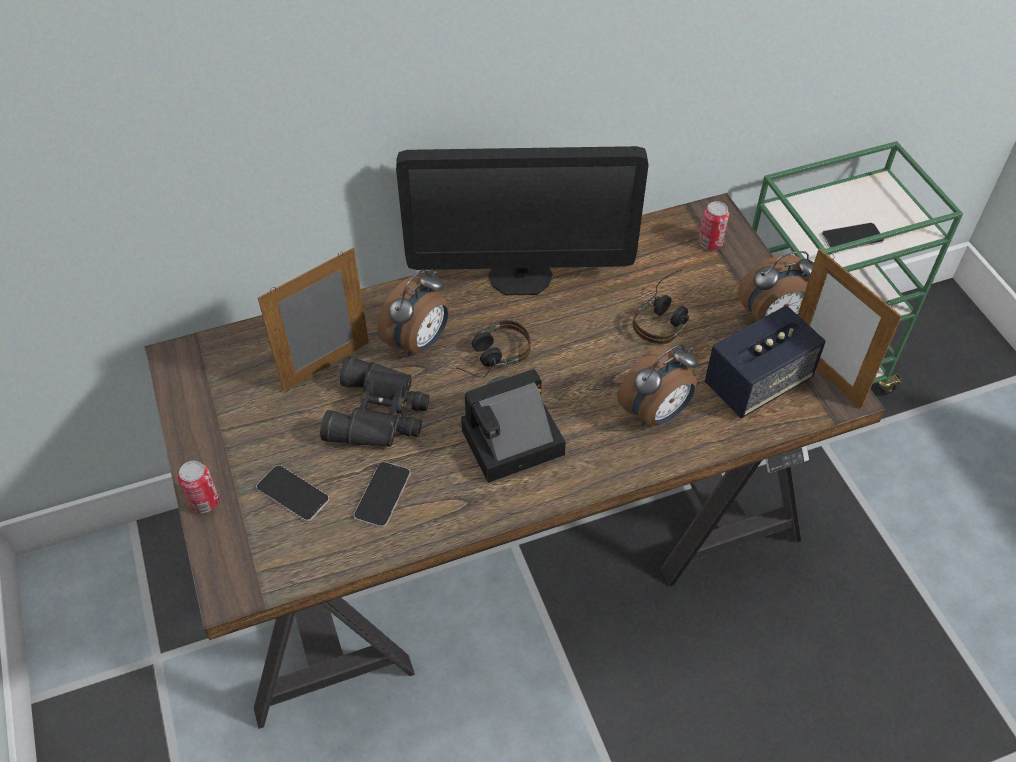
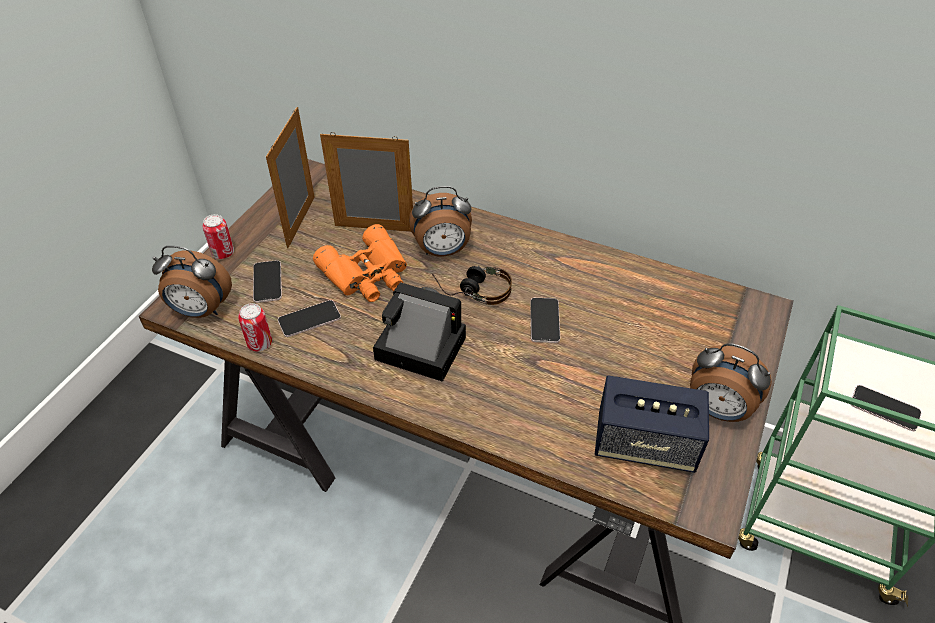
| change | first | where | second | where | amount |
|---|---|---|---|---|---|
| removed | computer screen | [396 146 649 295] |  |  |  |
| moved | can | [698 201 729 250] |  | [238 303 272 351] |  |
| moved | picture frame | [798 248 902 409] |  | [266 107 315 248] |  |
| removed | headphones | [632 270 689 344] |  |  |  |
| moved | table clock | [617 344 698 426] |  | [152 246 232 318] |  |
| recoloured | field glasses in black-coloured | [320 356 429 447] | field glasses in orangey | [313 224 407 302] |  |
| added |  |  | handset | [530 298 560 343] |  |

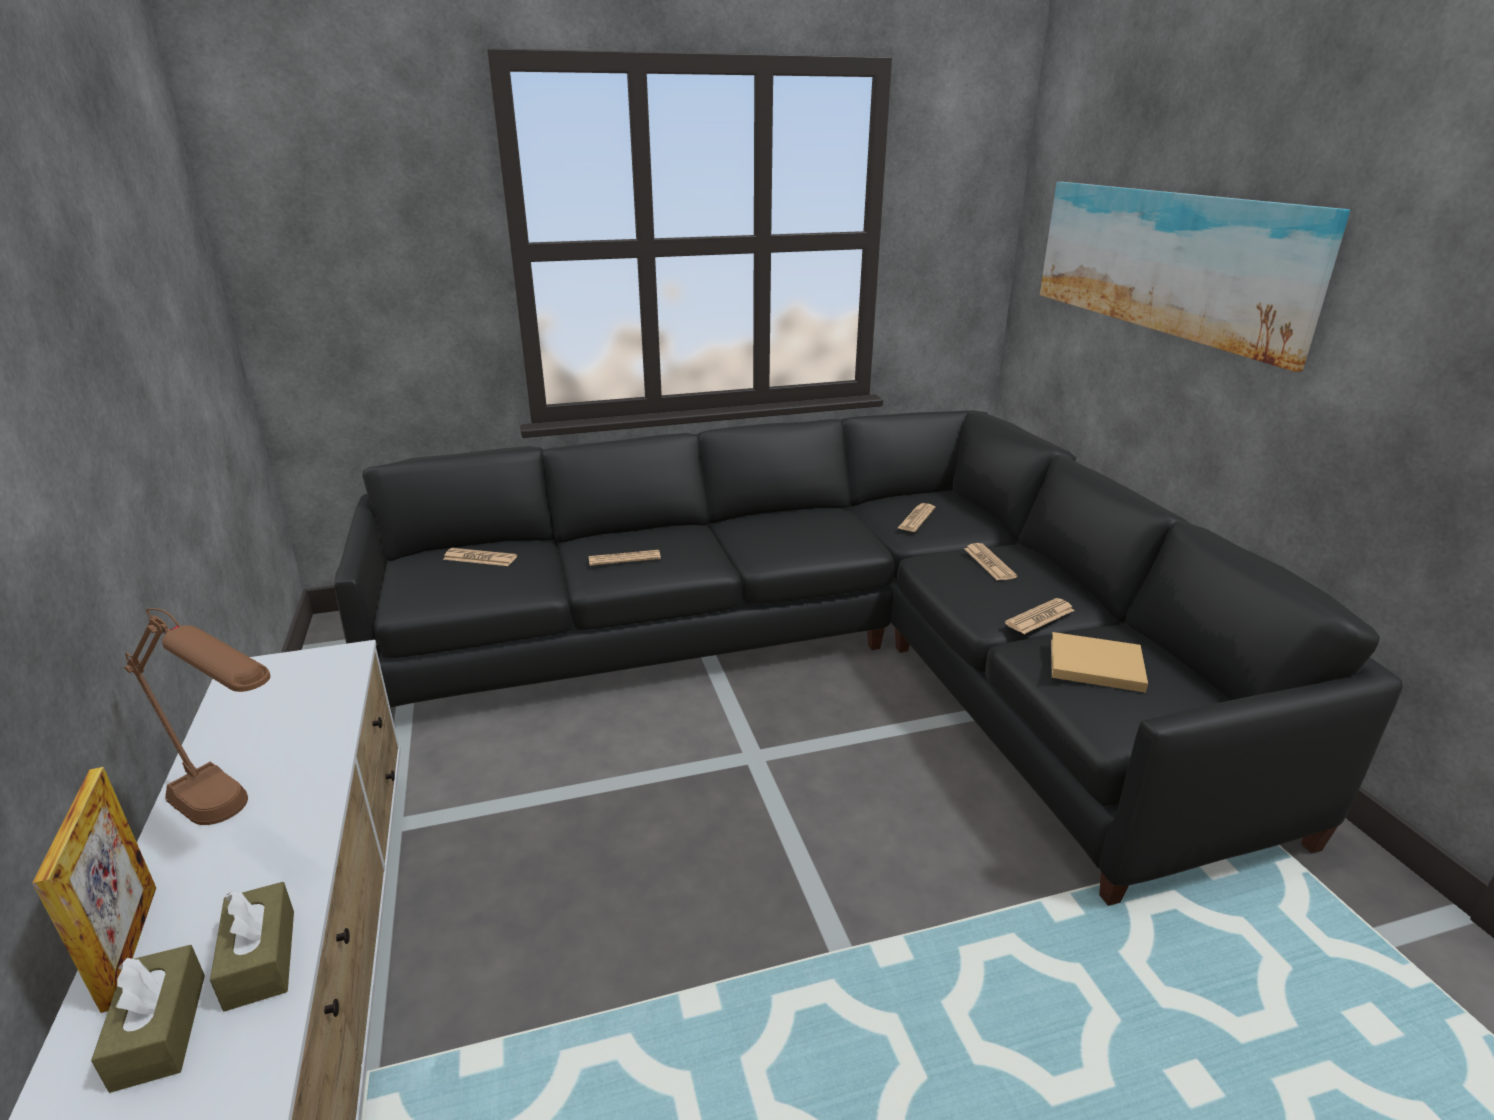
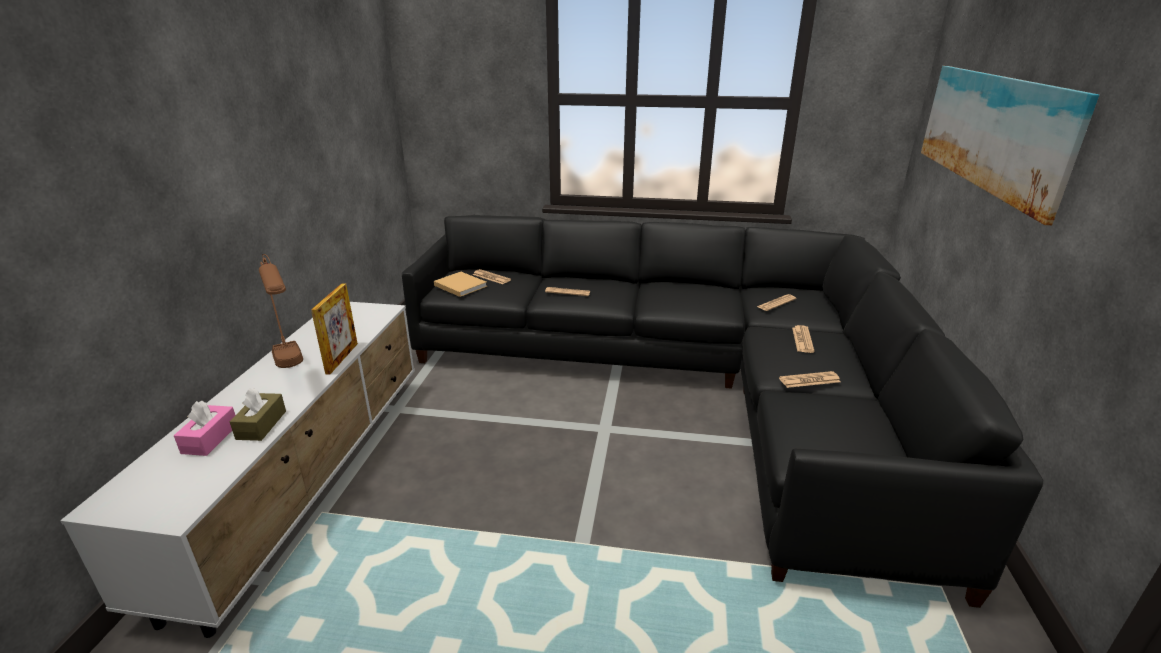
| change | first | where | second | where | amount |
|---|---|---|---|---|---|
| moved | bound book in sand-coloured | [1051 632 1148 693] |  | [434 272 487 297] |  |
| moved | picture frame | [32 767 156 1013] |  | [311 283 358 375] |  |
| recoloured | tissue holder in brown-coloured | [91 945 205 1093] | tissue holder in pink-coloured | [174 401 235 456] |  |

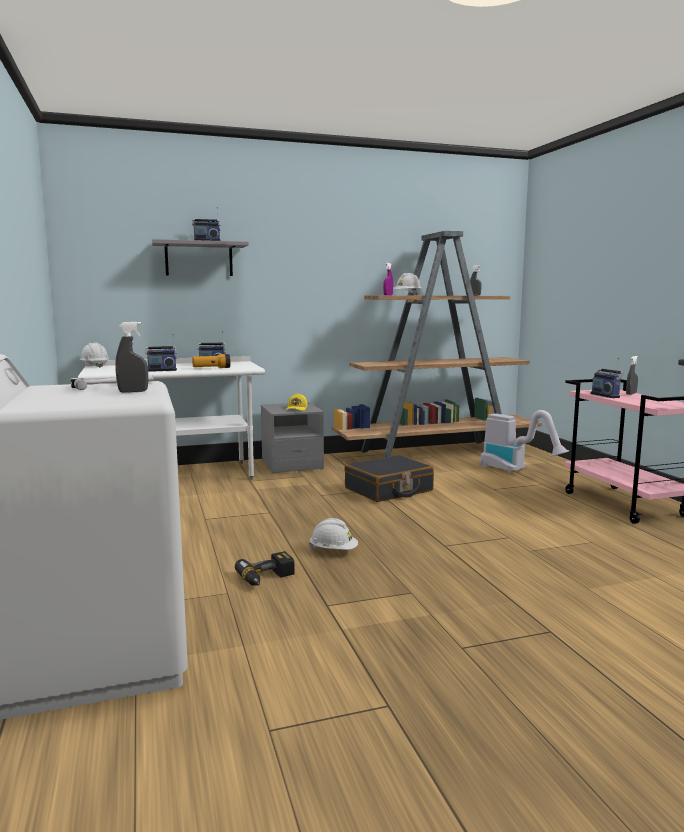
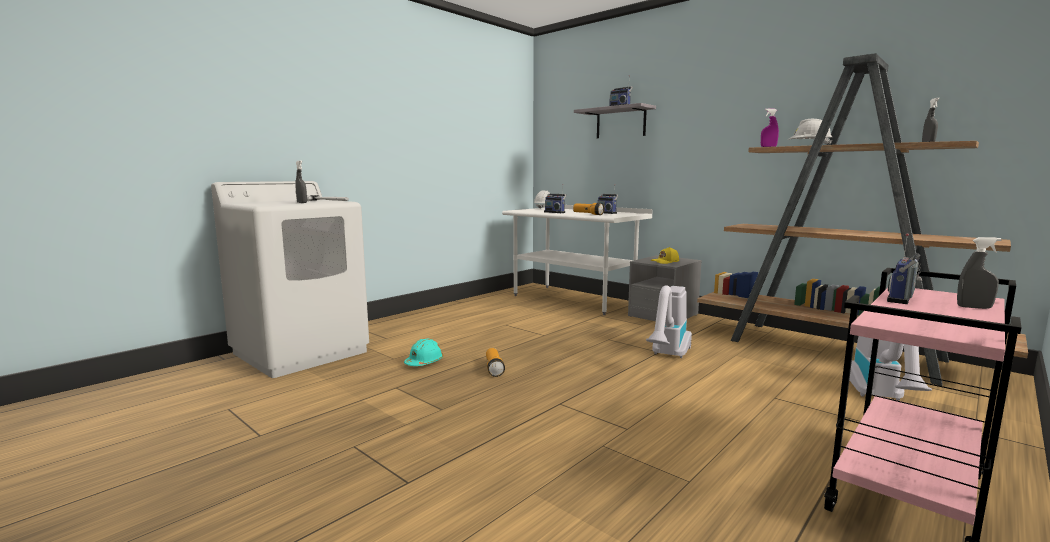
| change | first | where | second | where | amount |
|---|---|---|---|---|---|
| replaced | piece of luggage in black-coloured | [344 455 434 502] | hoover | [646 286 692 358] |  |
| replaced | hard hat in white | [309 518 358 550] | flashlight | [486 348 505 377] |  |
| replaced | power drill | [235 551 294 586] | hard hat in blue-green | [404 339 443 366] |  |

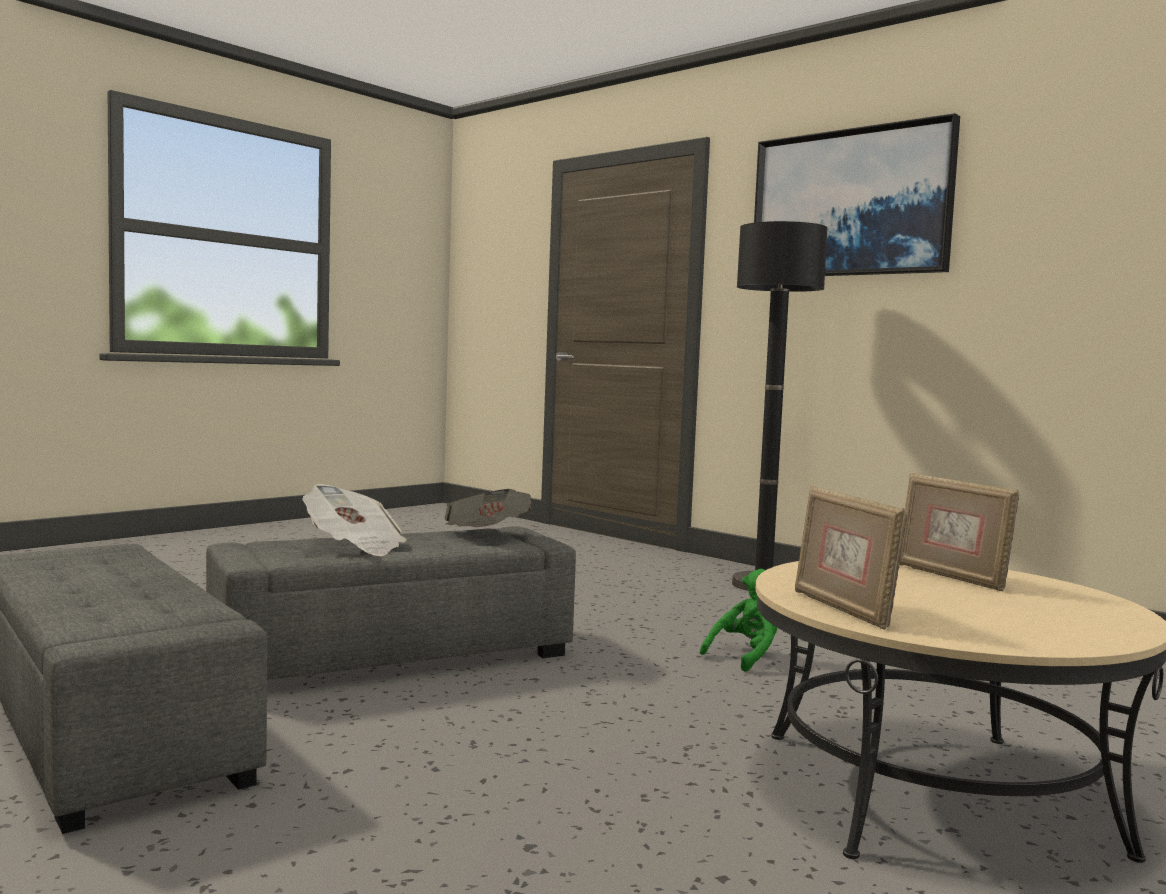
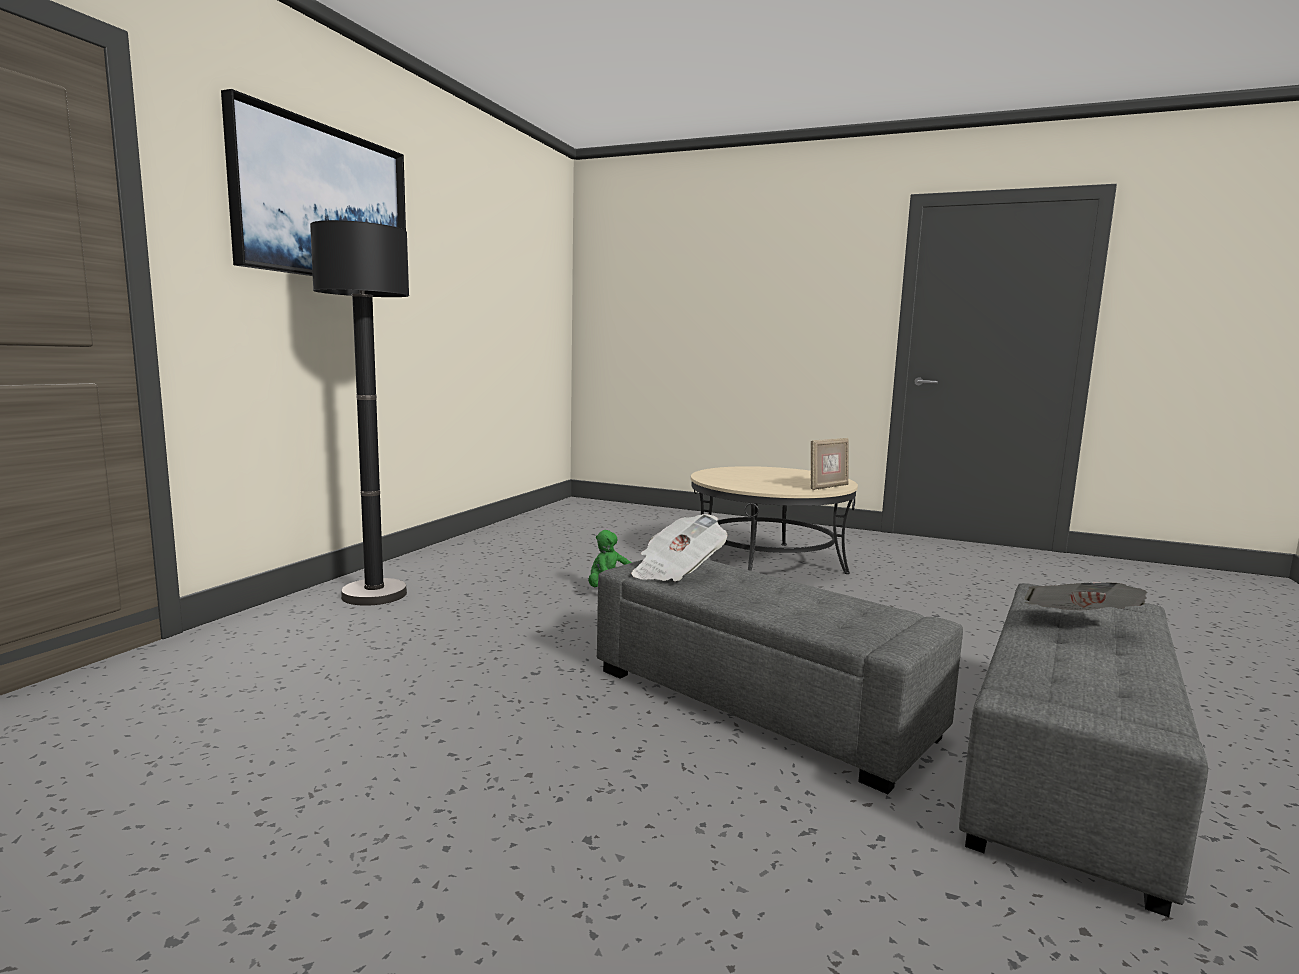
| change | first | where | second | where | amount |
|---|---|---|---|---|---|
| removed | picture frame | [899 473 1019 591] |  |  |  |
| moved | daily paper | [302 484 407 556] |  | [1025 582 1148 610] |  |

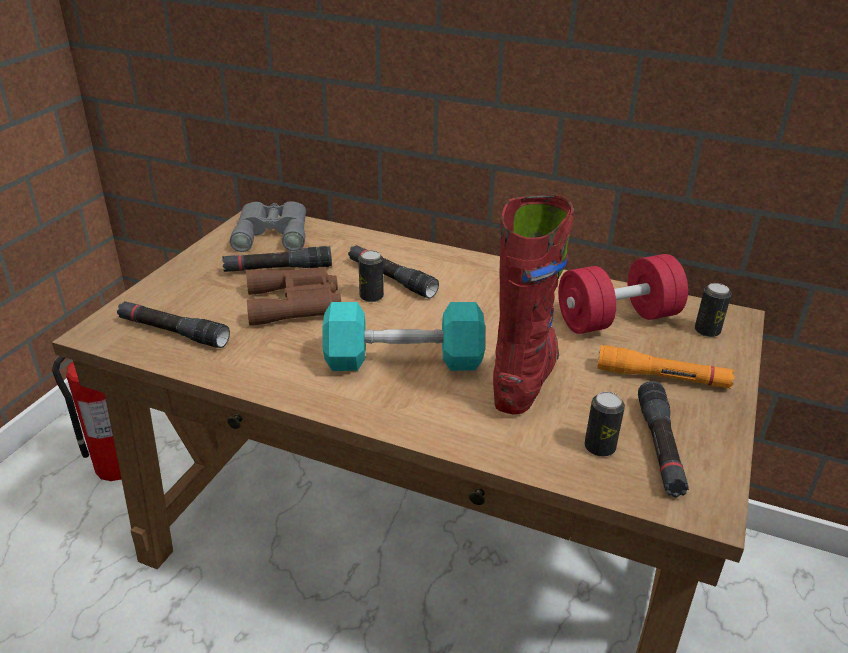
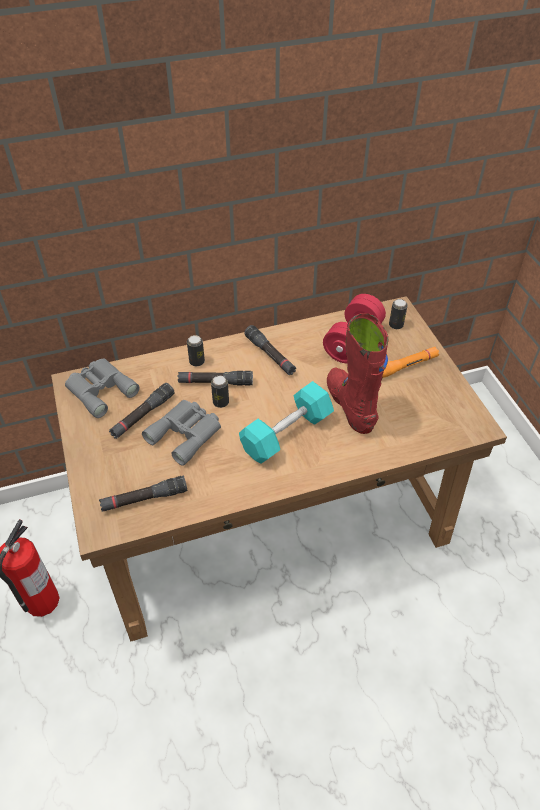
| change | first | where | second | where | amount |
|---|---|---|---|---|---|
| recoloured | field glasses in brown-coloured | [246 267 341 326] | field glasses in grey | [142 400 221 466] |  |
| moved | flashlight in black-coloured | [638 381 689 497] |  | [244 325 296 375] |  |
| moved | can | [585 392 625 457] |  | [187 335 205 366] |  |

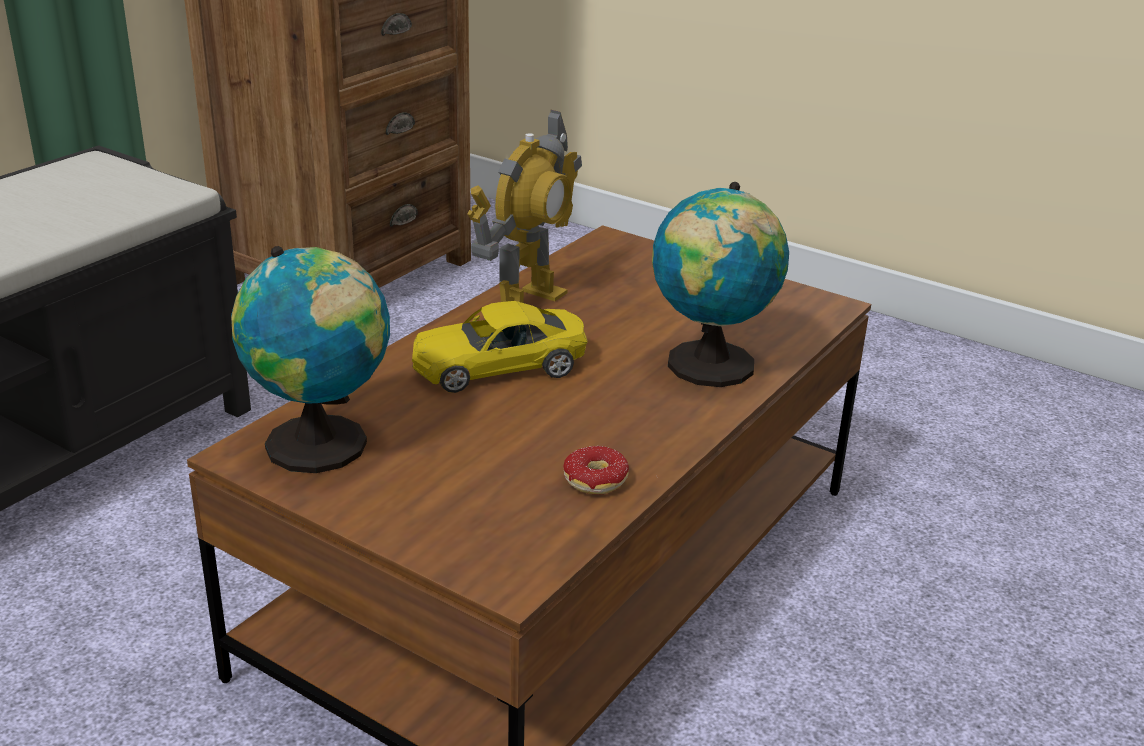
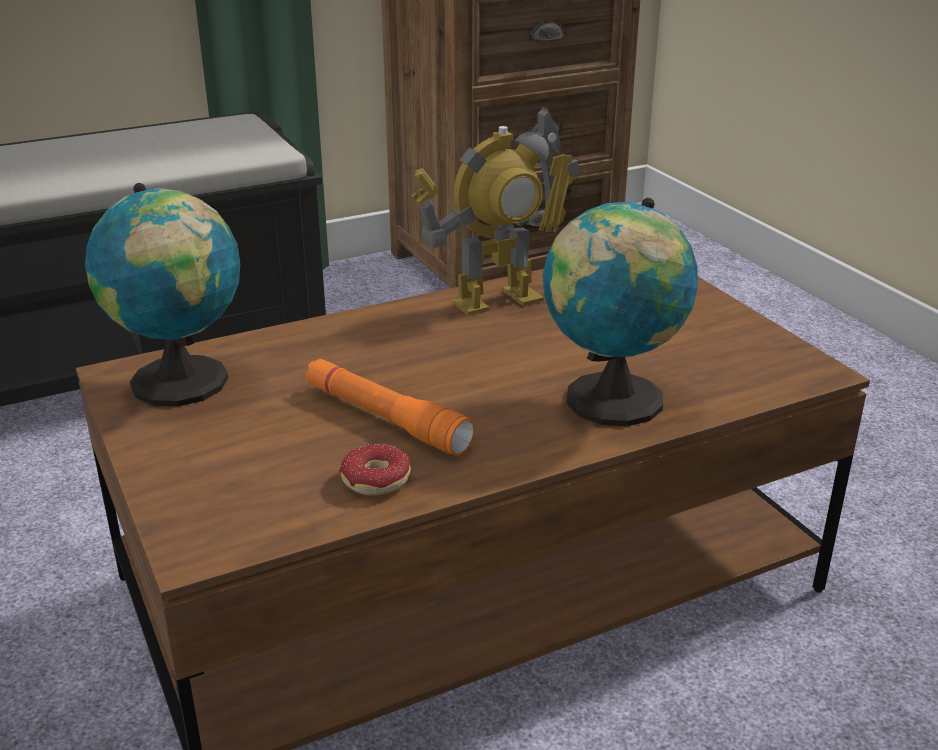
| change | first | where | second | where | amount |
|---|---|---|---|---|---|
| removed | miniature car in yellow | [412 301 588 393] |  |  |  |
| added |  |  | flashlight in orangey | [305 358 475 456] |  |

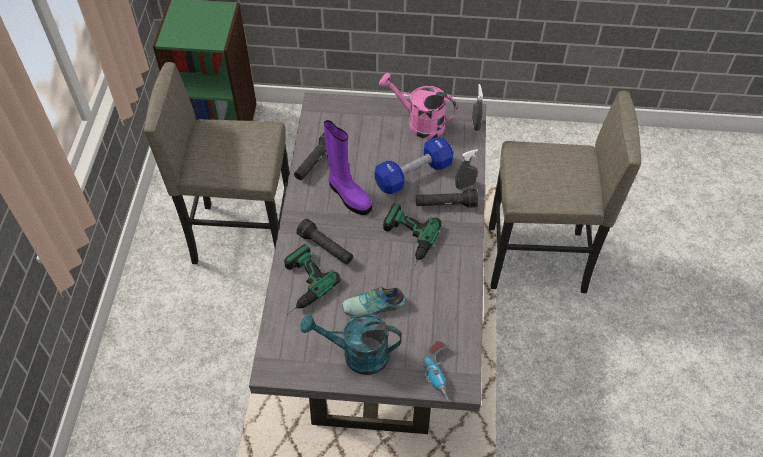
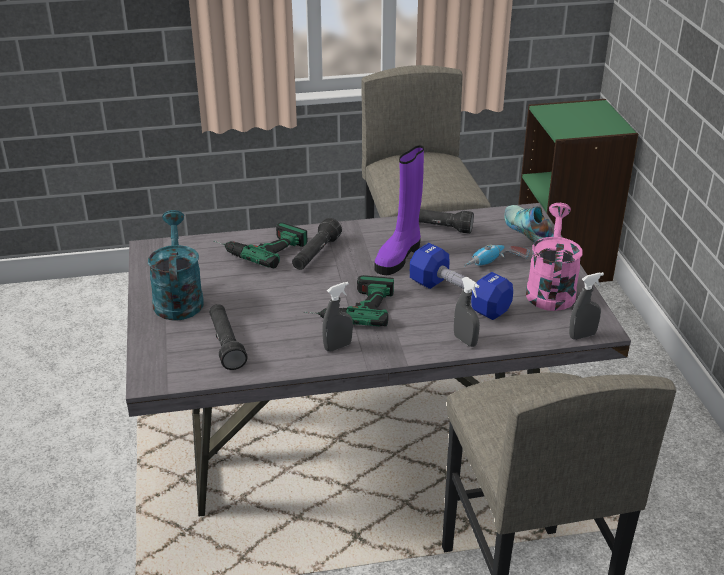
| change | first | where | second | where | amount |
|---|---|---|---|---|---|
| moved | flashlight in black-coloured | [416 189 478 208] |  | [209 304 248 370] |  |
| moved | low shoe | [342 287 405 318] |  | [504 205 553 243] |  |
| moved | power drill | [423 339 449 400] |  | [464 244 530 266] |  |
| added |  |  | spray bottle in grey | [322 282 353 352] |  |

